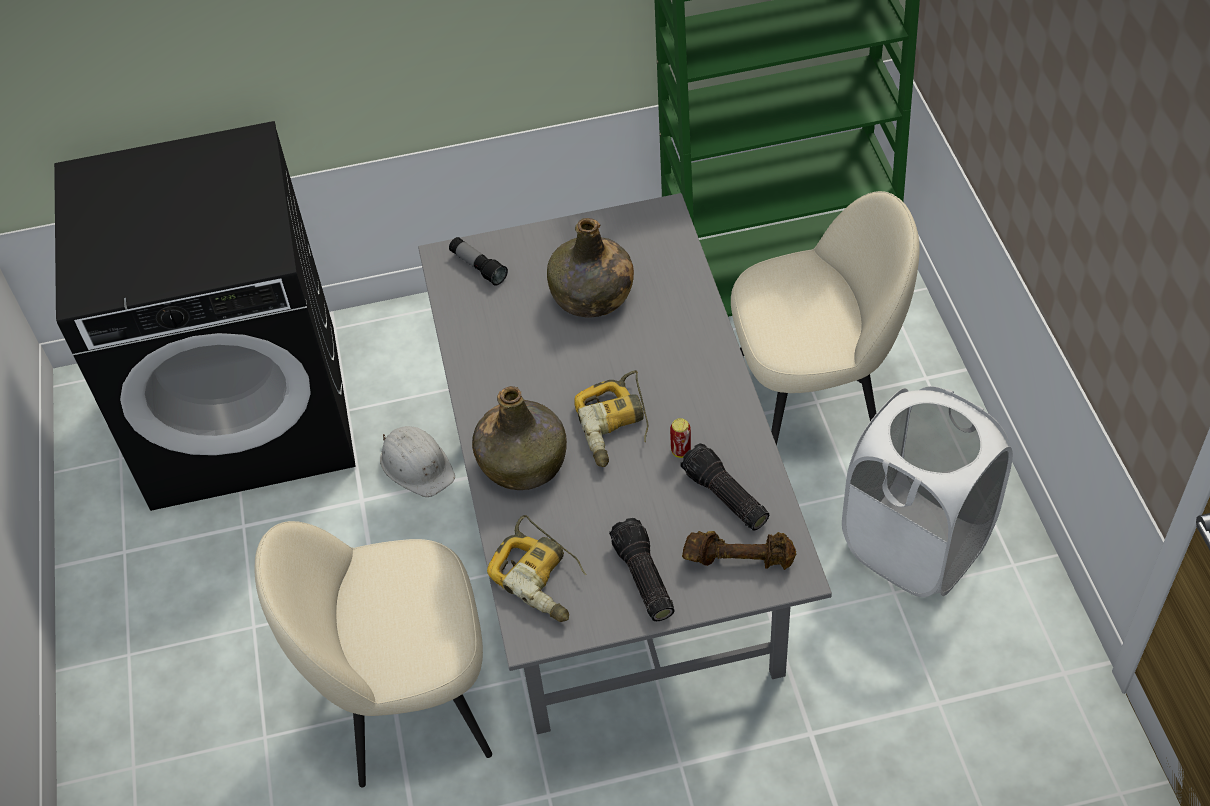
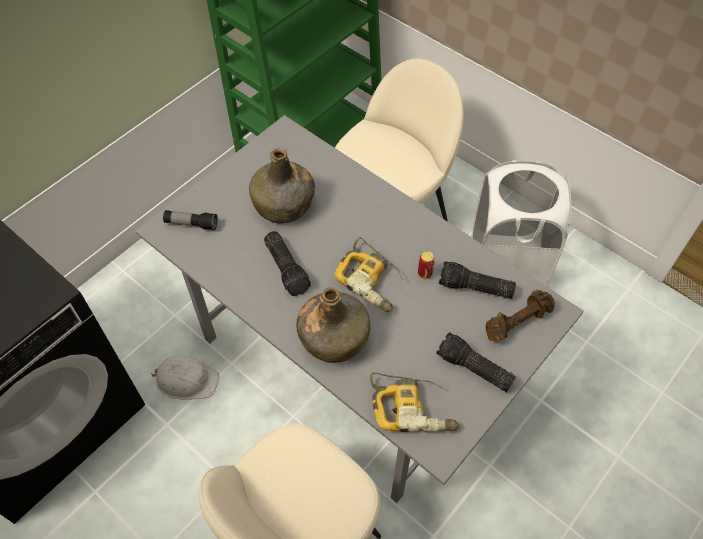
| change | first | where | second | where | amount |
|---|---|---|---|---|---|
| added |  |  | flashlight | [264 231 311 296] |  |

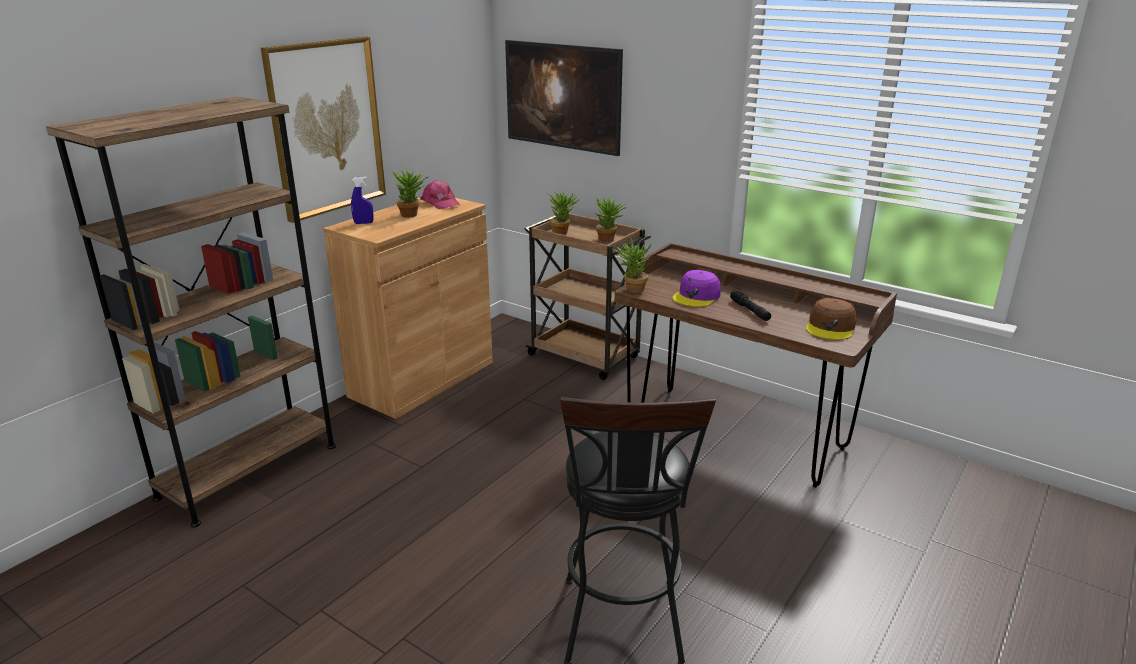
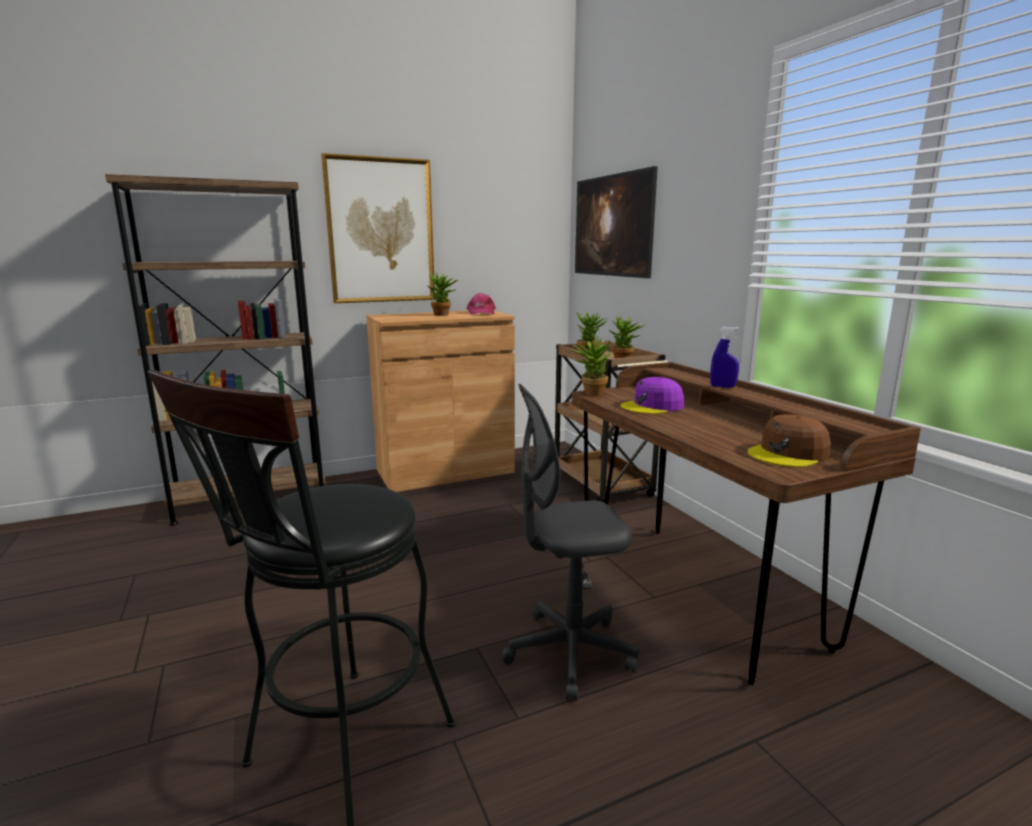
| change | first | where | second | where | amount |
|---|---|---|---|---|---|
| moved | spray bottle in blue-coloured | [351 177 374 224] |  | [710 327 739 388] |  |
| removed | flashlight in black-coloured | [730 290 771 321] |  |  |  |
| added |  |  | office chair in grey | [502 384 639 701] |  |

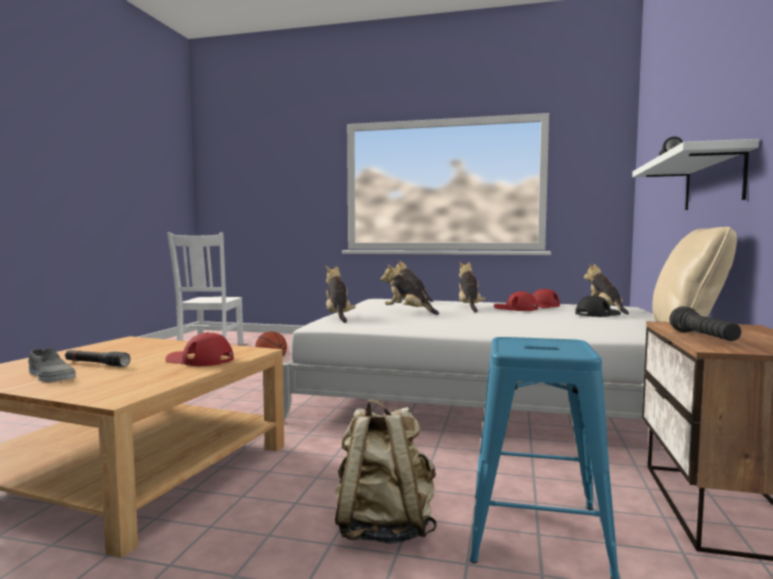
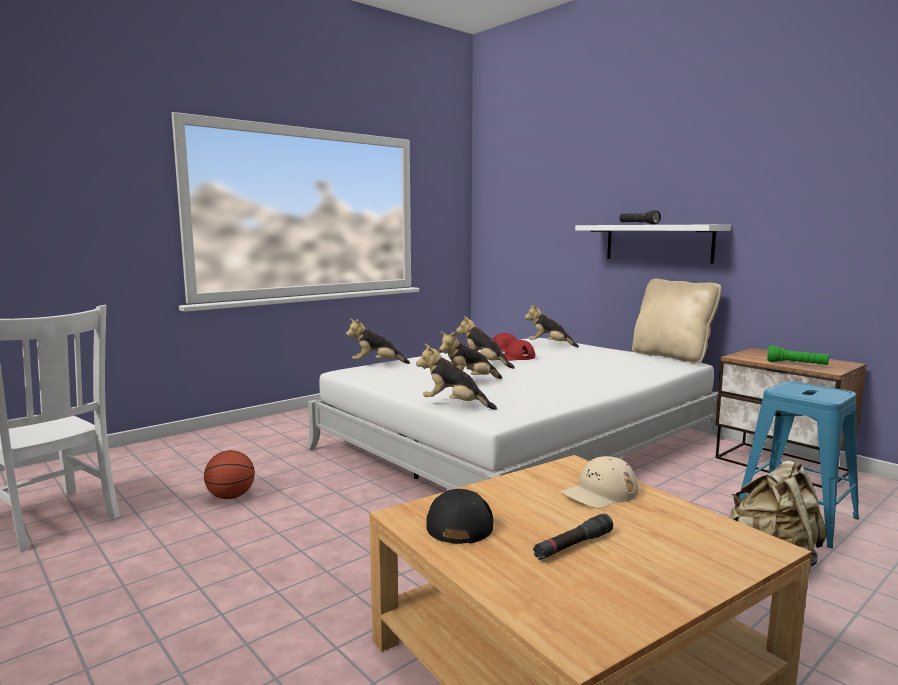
| change | first | where | second | where | amount |
|---|---|---|---|---|---|
| moved | cap in black-coloured | [575 295 621 317] |  | [426 489 493 544] |  |
| recoloured | flashlight in black-coloured | [669 306 741 341] | flashlight in green-coloured | [767 346 829 365] |  |
| recoloured | cap in red | [165 333 233 366] | cap in sand-coloured | [561 456 638 508] |  |
| removed | low shoe in grey | [28 348 76 382] |  |  |  |

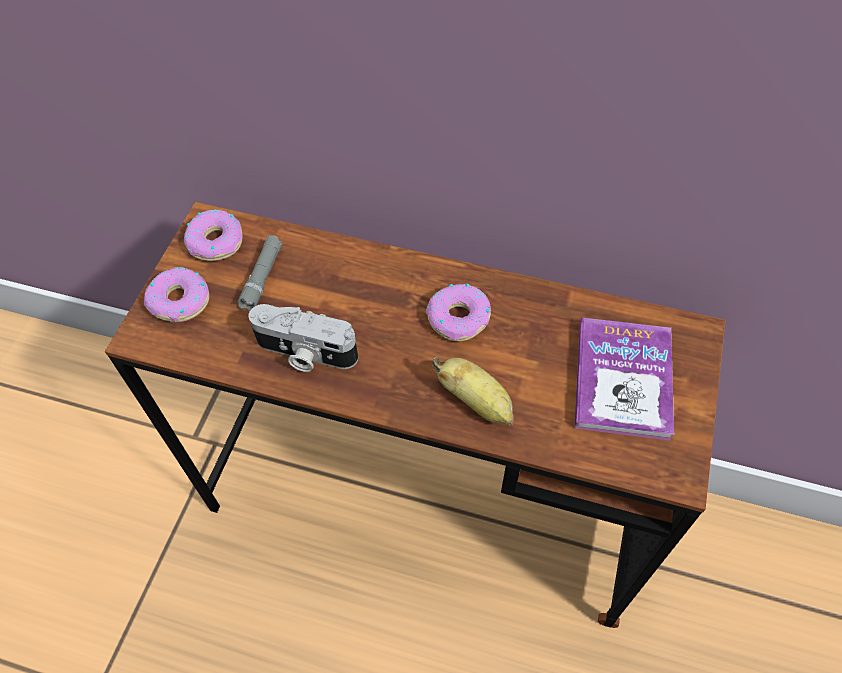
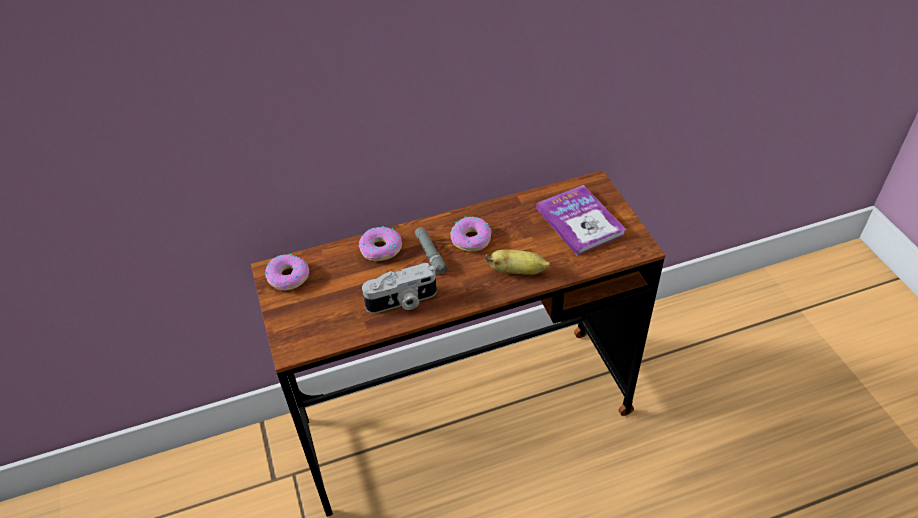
| change | first | where | second | where | amount |
|---|---|---|---|---|---|
| moved | flashlight in grey | [237 235 283 312] |  | [415 227 447 275] |  |
| moved | donut | [144 267 209 322] |  | [359 226 402 261] |  |

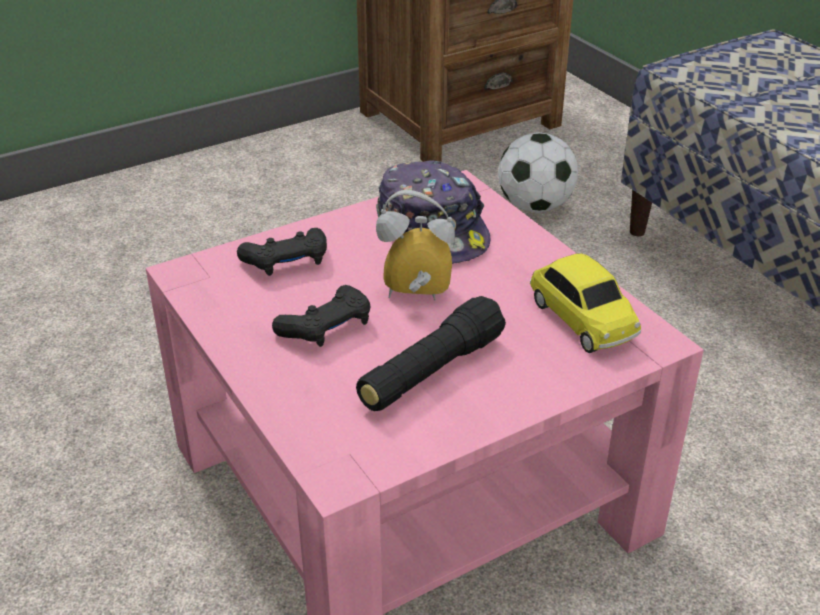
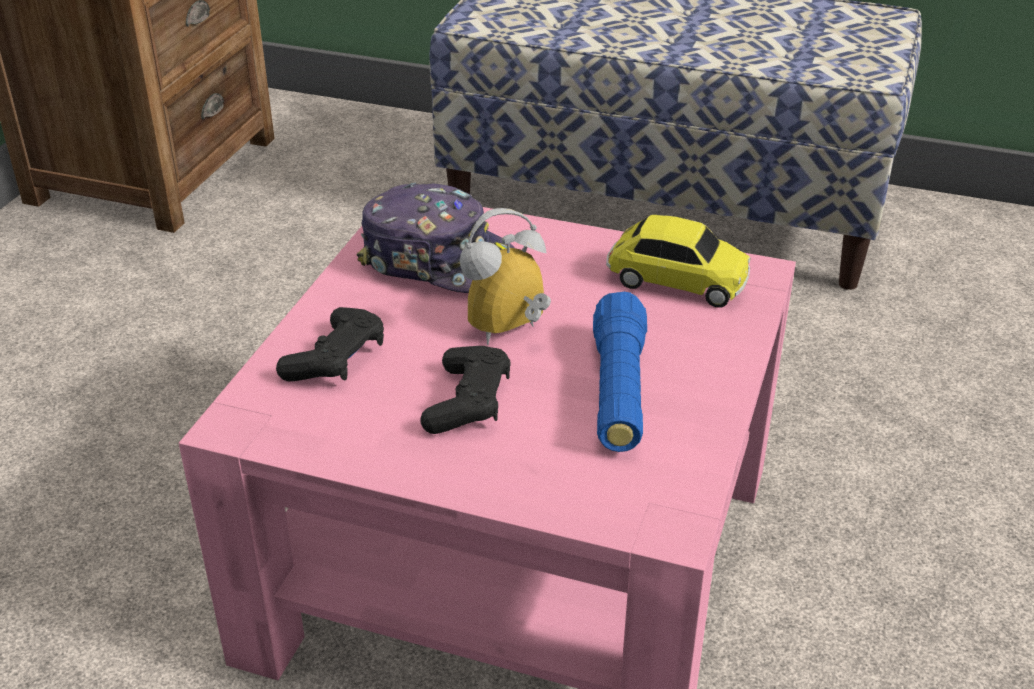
| change | first | where | second | where | amount |
|---|---|---|---|---|---|
| removed | ball for football | [498 132 578 213] |  |  |  |
| recoloured | flashlight in black-coloured | [356 296 506 411] | flashlight in blue-coloured | [593 292 647 452] |  |

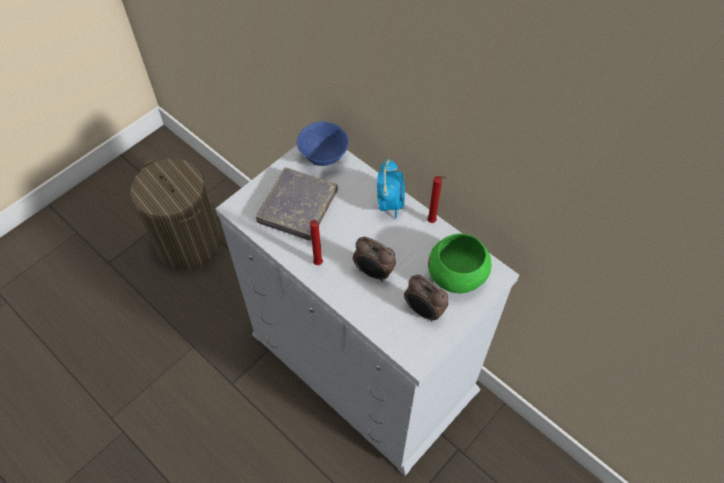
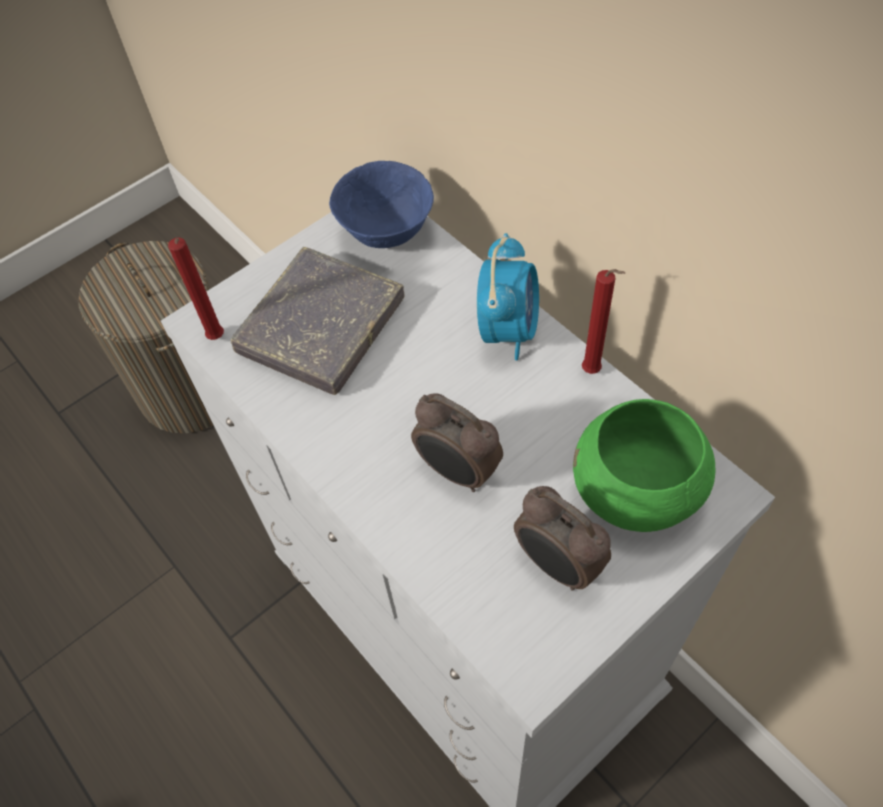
| change | first | where | second | where | amount |
|---|---|---|---|---|---|
| moved | candle in red | [310 220 323 265] |  | [168 237 224 340] |  |

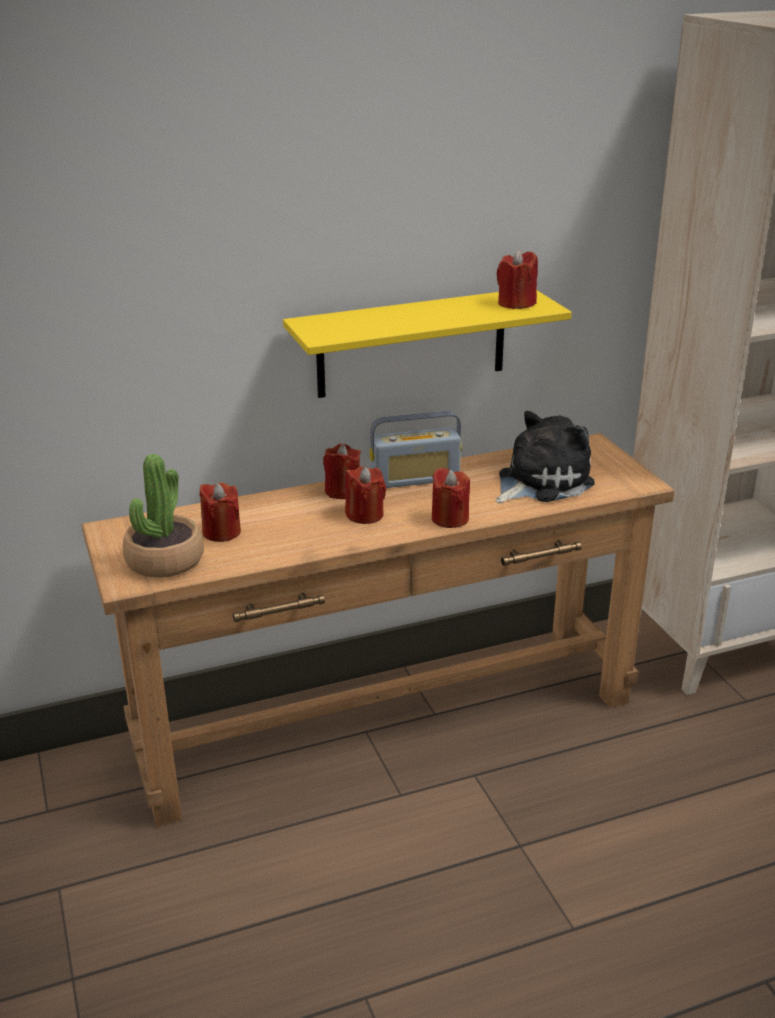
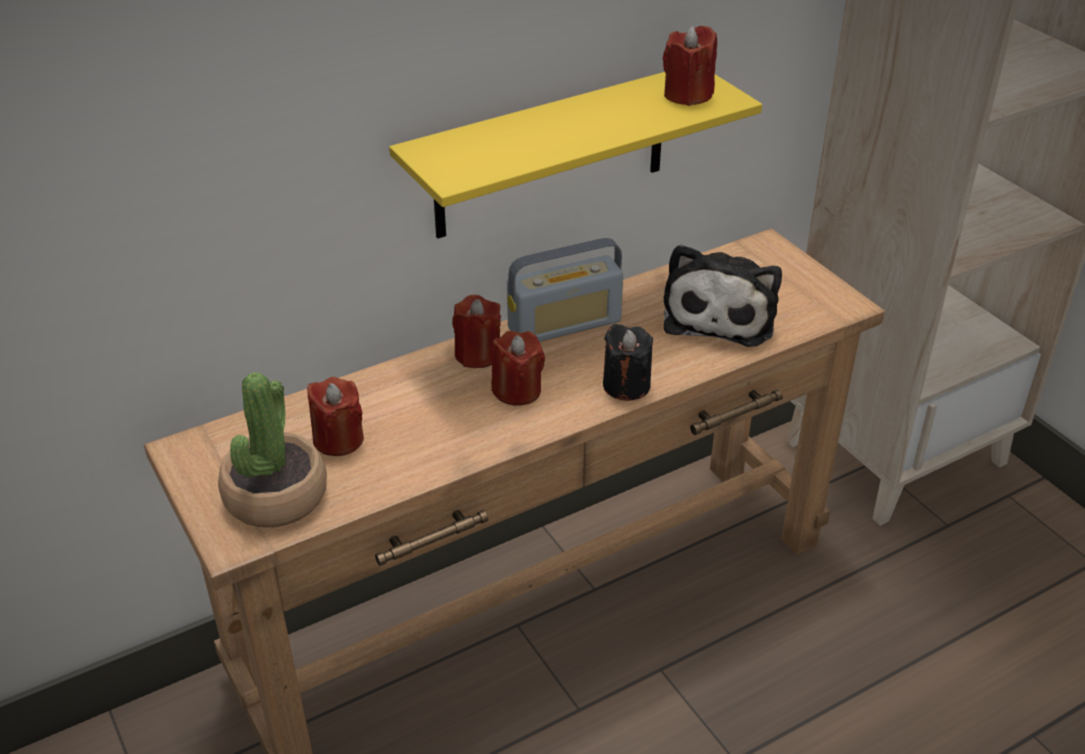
| change | first | where | second | where | amount |
|---|---|---|---|---|---|
| turned | cuddly toy | [496 411 595 503] |  | [664 245 782 347] | 150 degrees clockwise |
| recoloured | candle in red | [432 467 470 528] | candle in black-coloured | [603 324 653 401] |  |

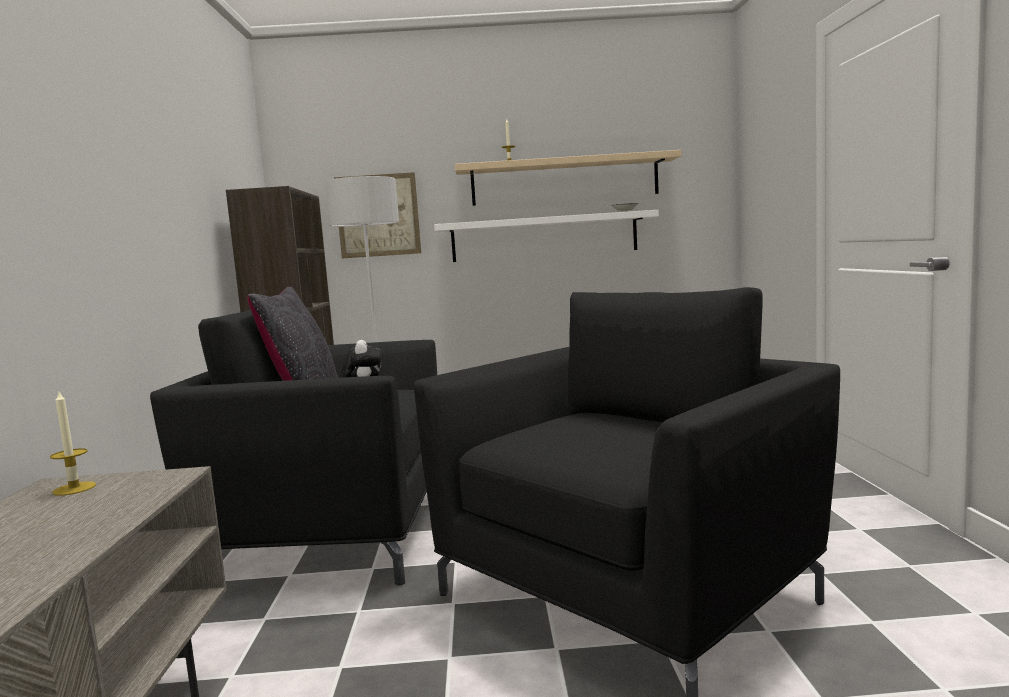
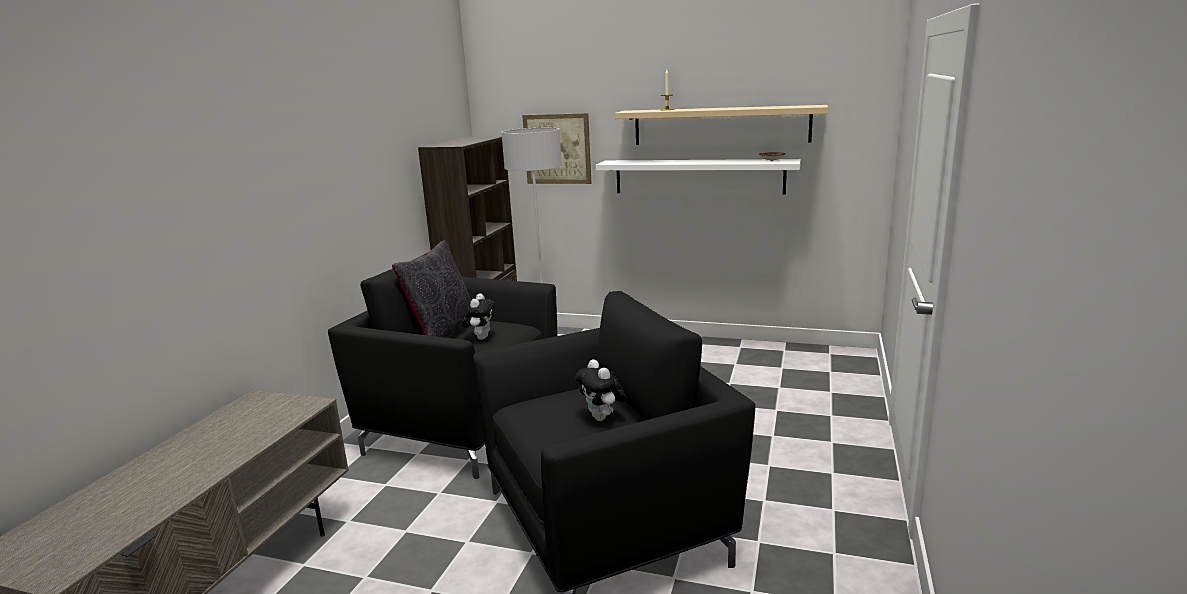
| change | first | where | second | where | amount |
|---|---|---|---|---|---|
| removed | candle | [50 390 96 496] |  |  |  |
| added |  |  | cuddly toy | [576 360 626 421] |  |

